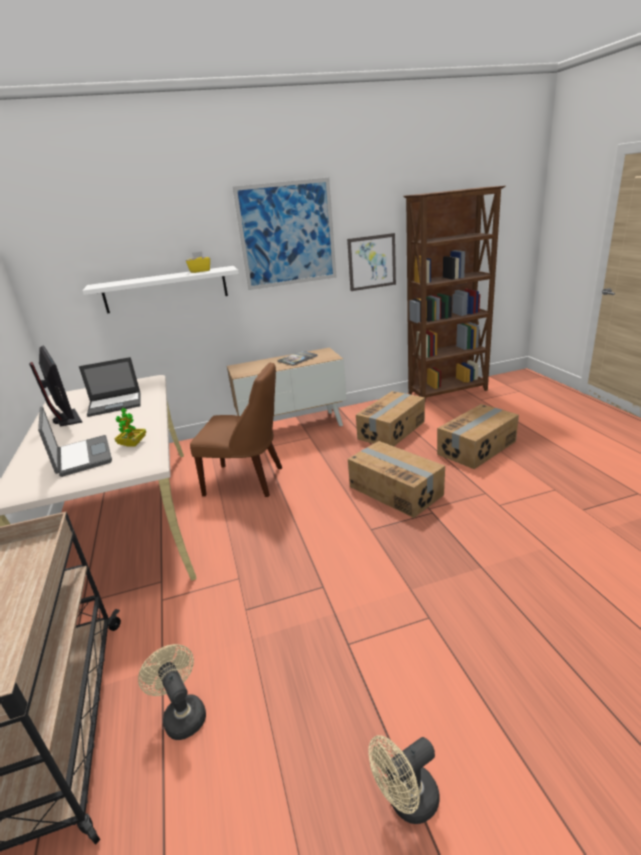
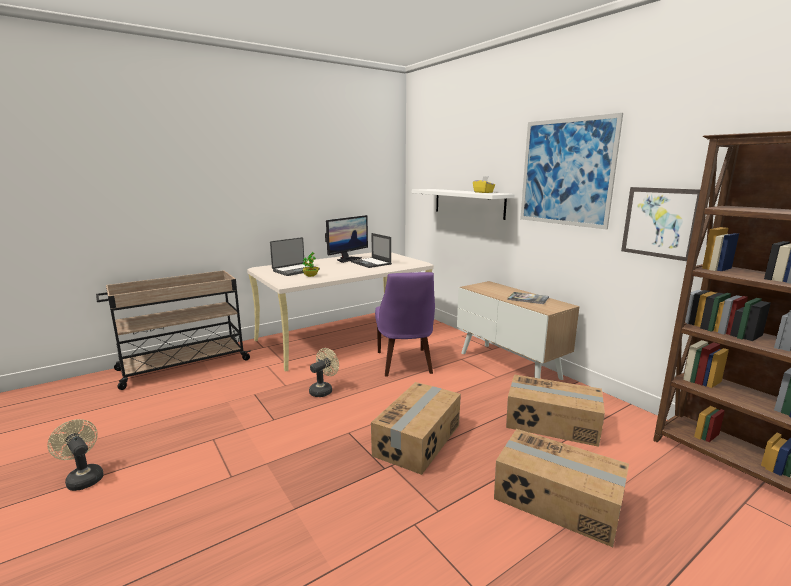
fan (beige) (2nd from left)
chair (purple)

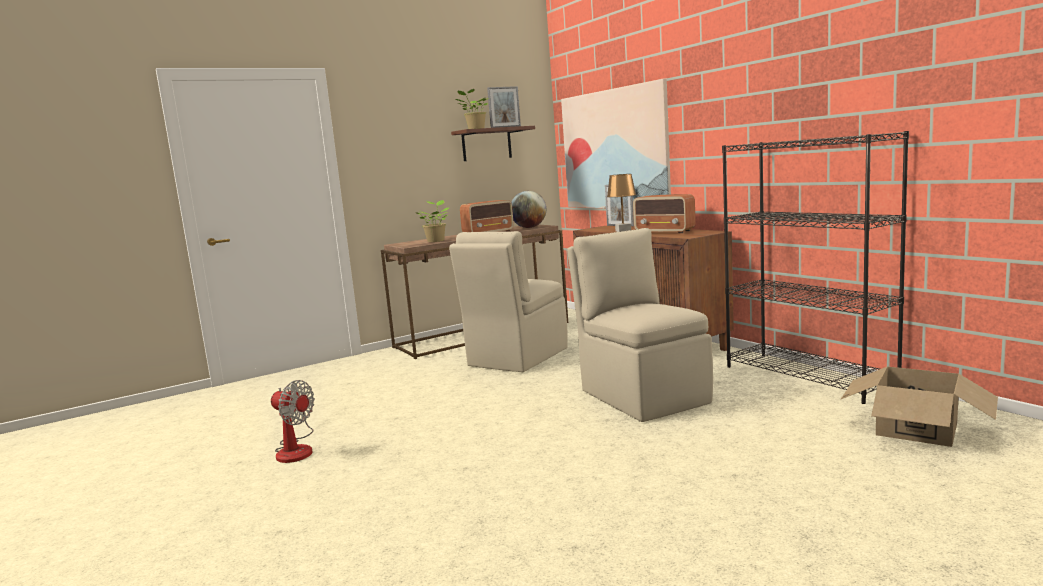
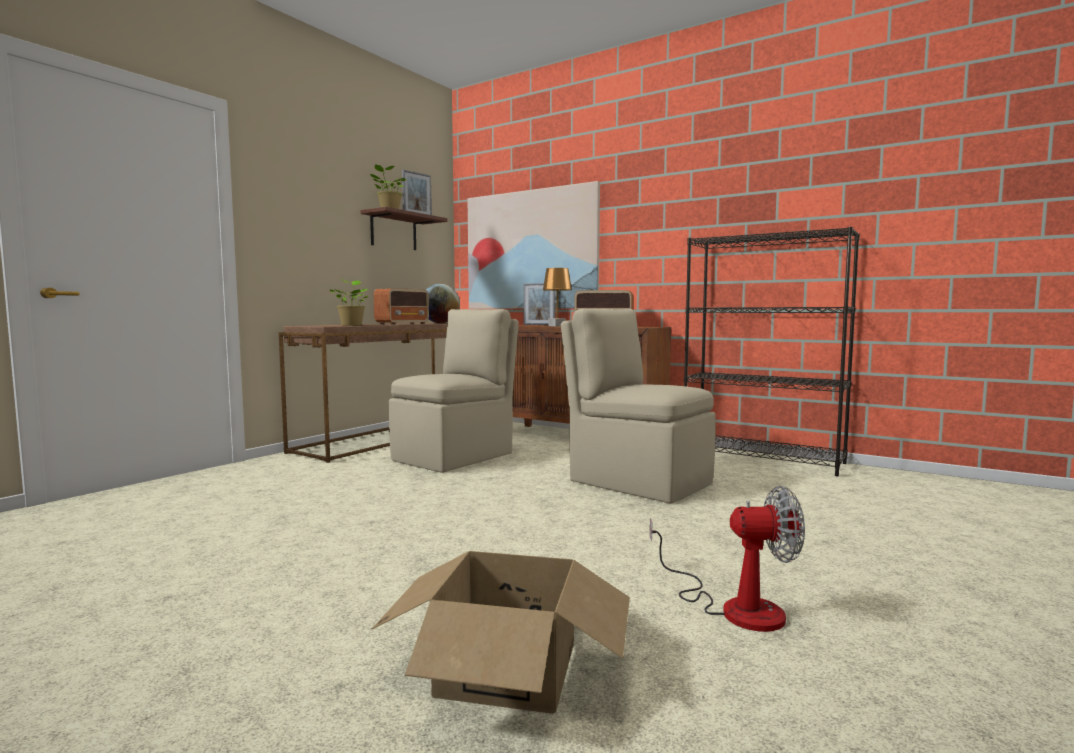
cardboard box
chair (beige) (1st from left)
fan

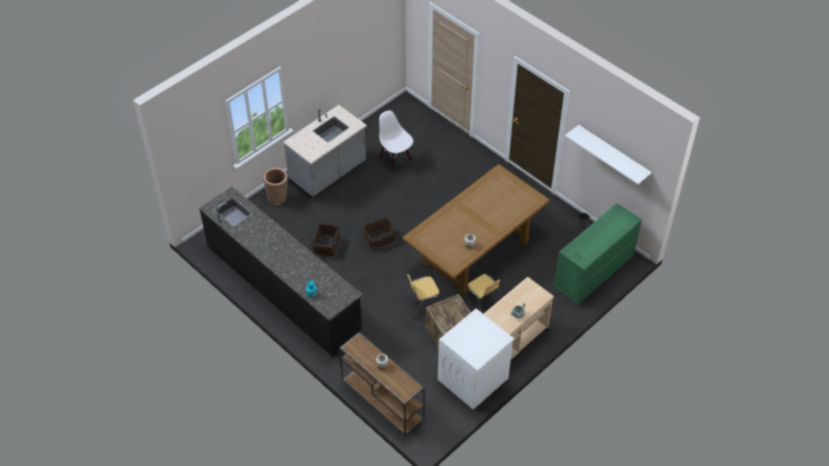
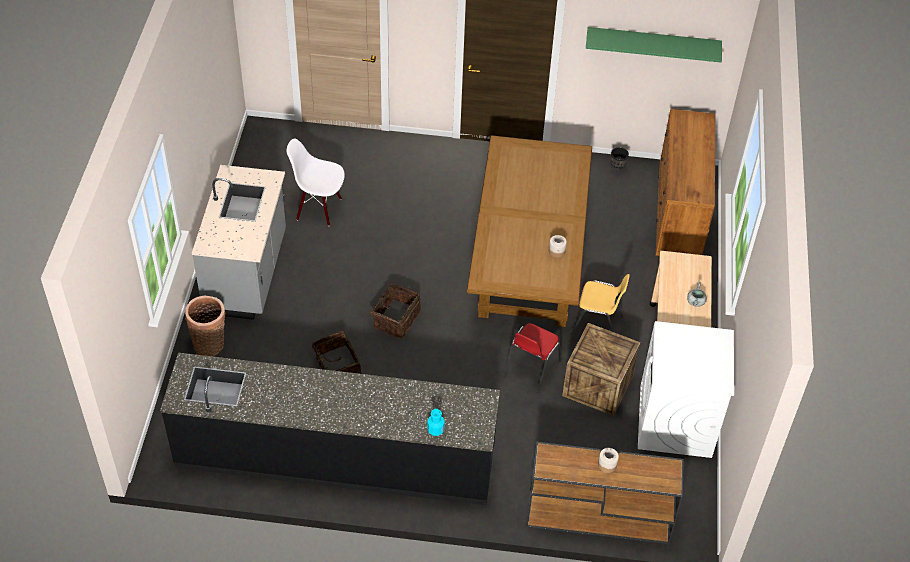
chair (red)
shelf (green)
dresser (brown)

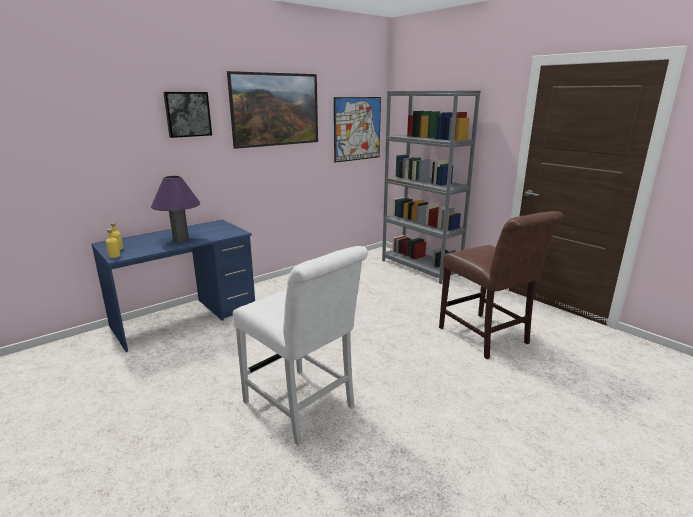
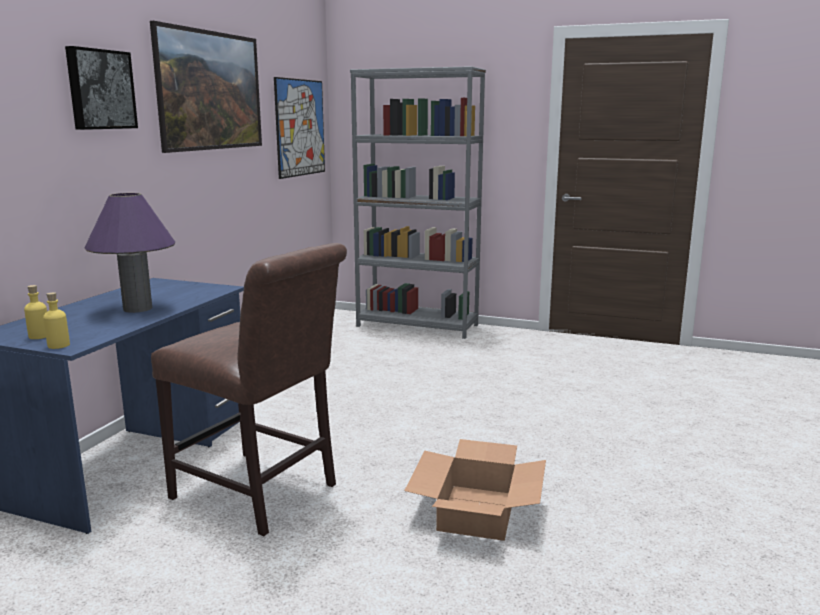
chair (brown)
cardboard box

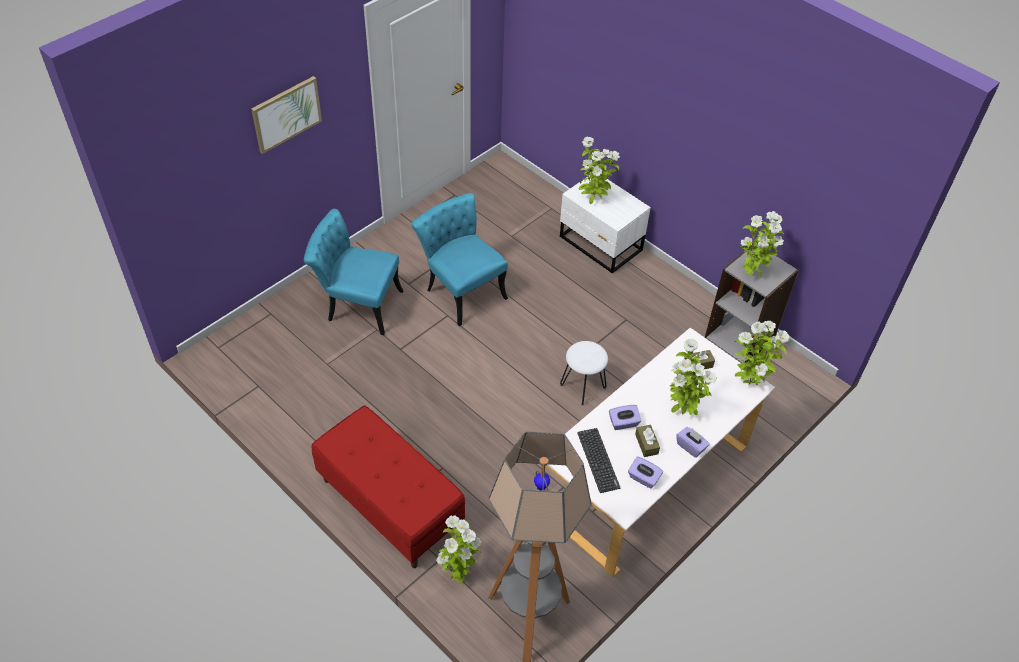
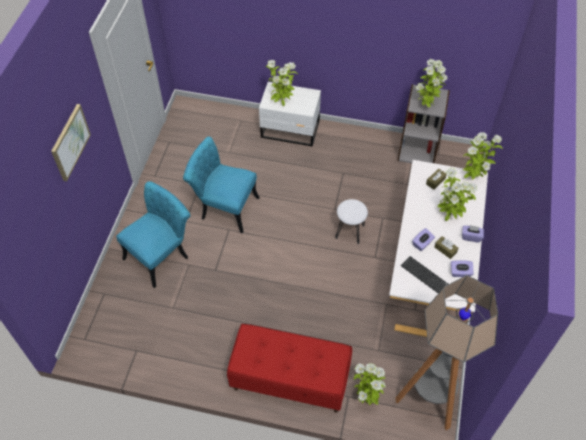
chair (turquoise) (1st from left)

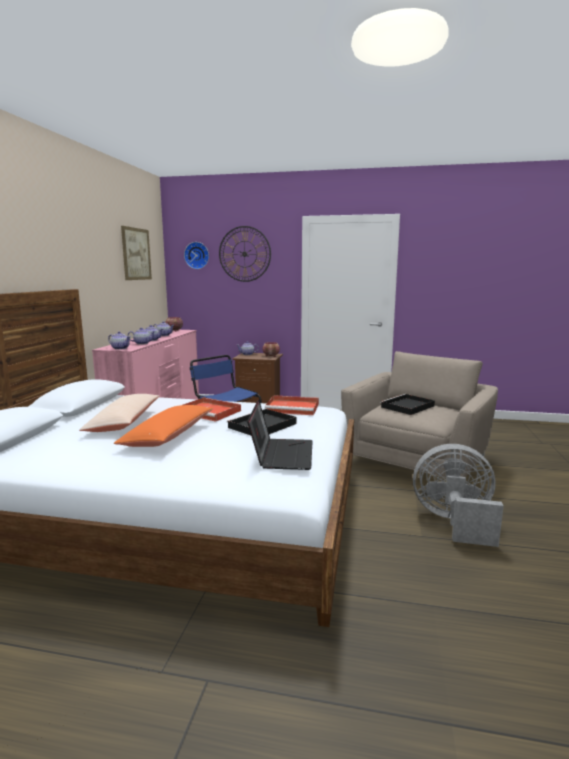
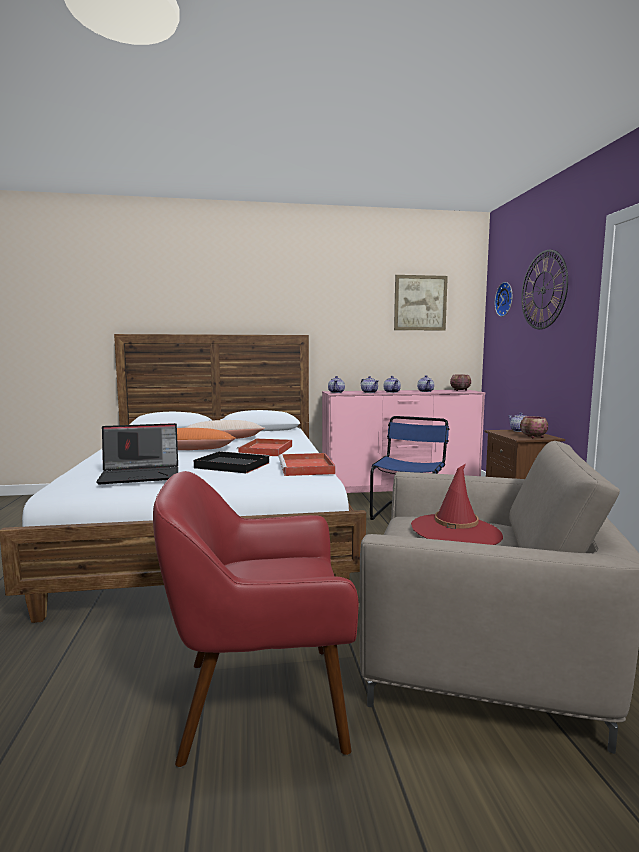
armchair (red)
hat (red)

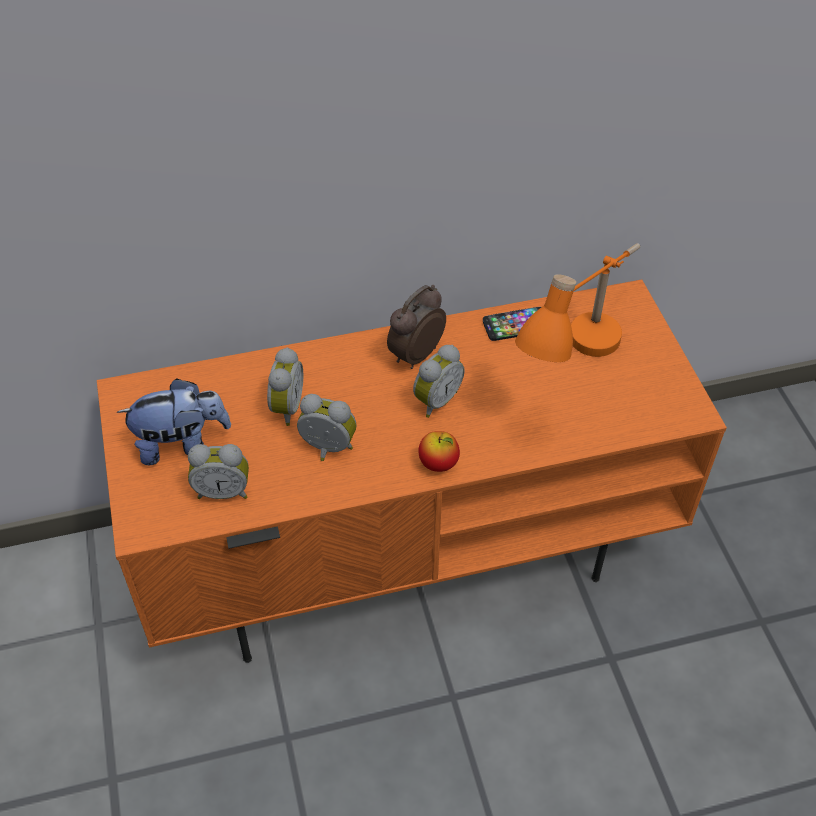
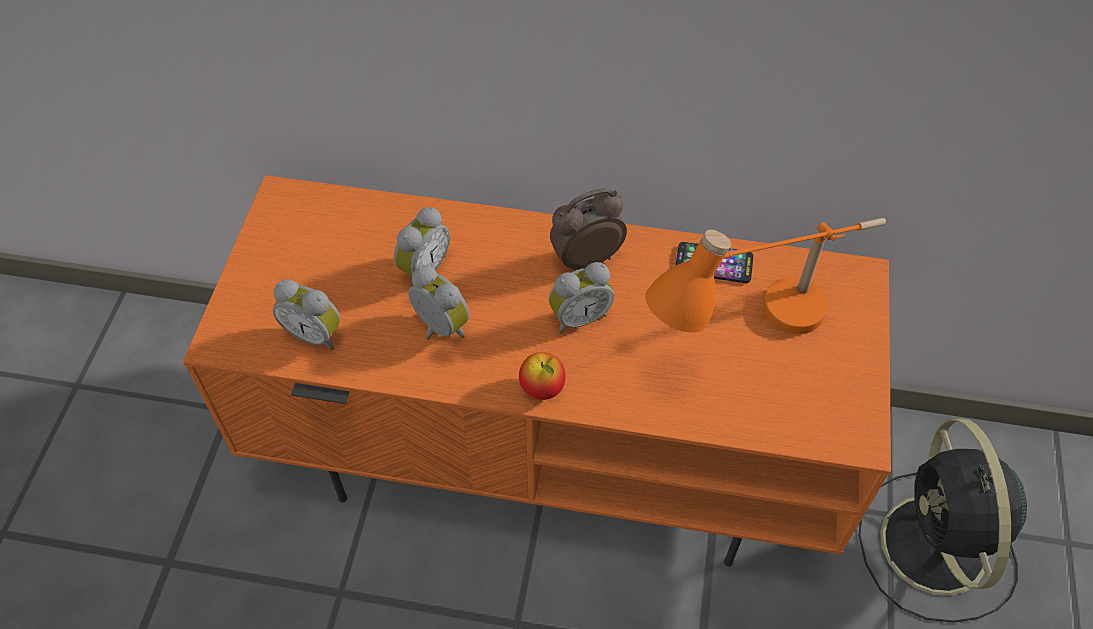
fan (black)
plush toy

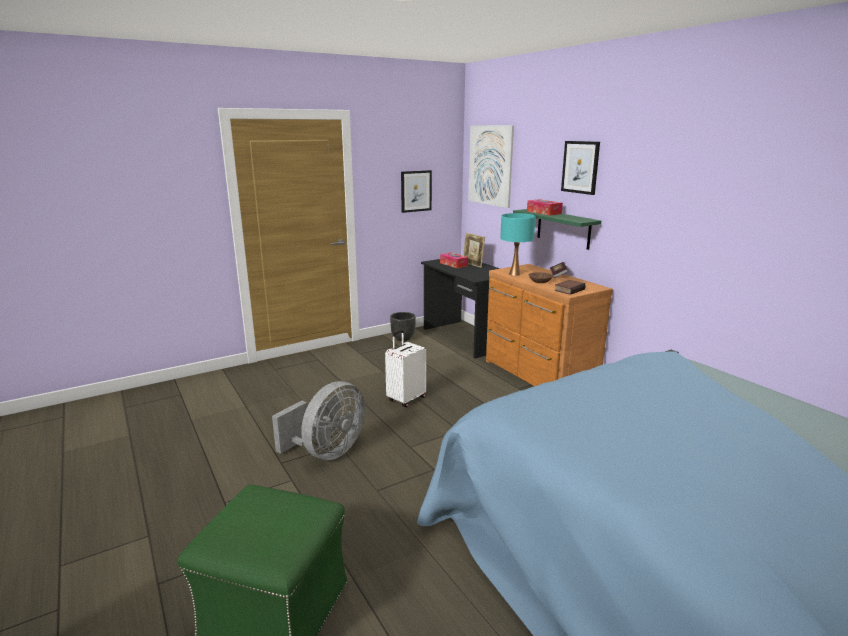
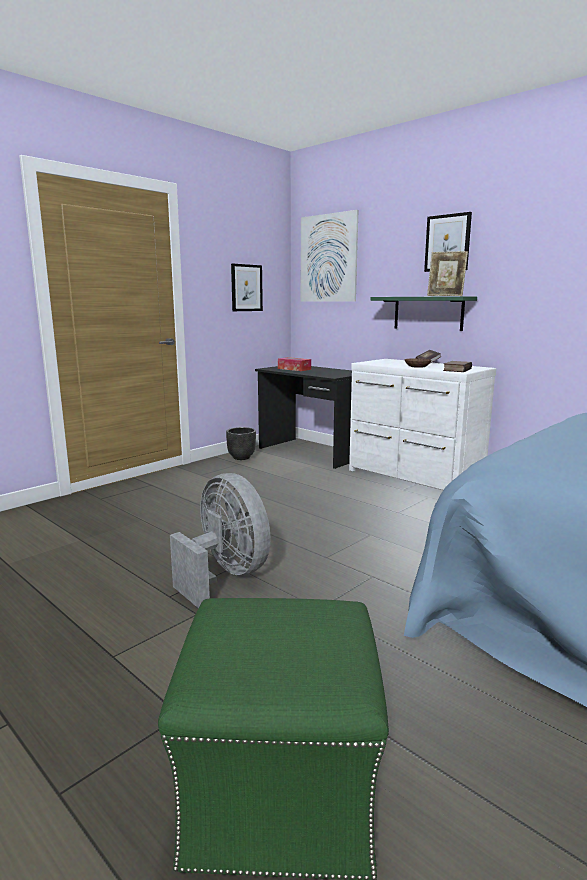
fan (grey)
dresser (white)
picture frame
suitcase (white)
table lamp (turquoise)
tissue box (2nd from left in the first image)

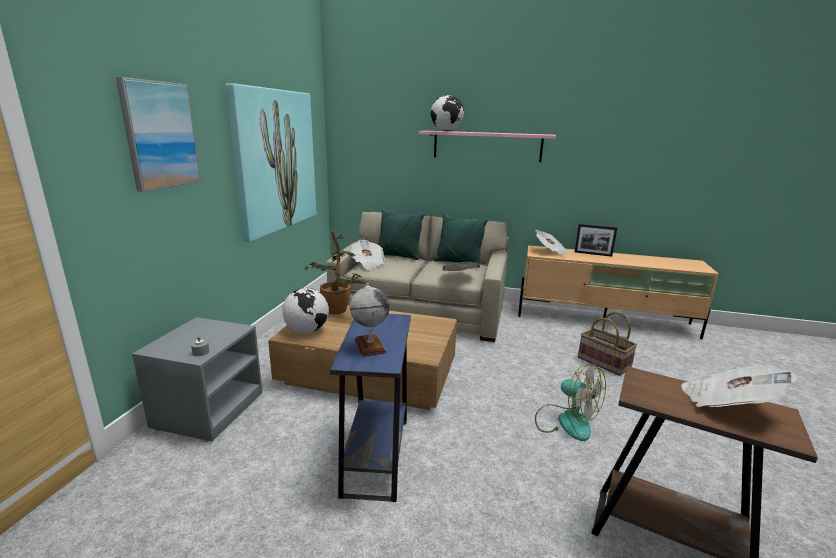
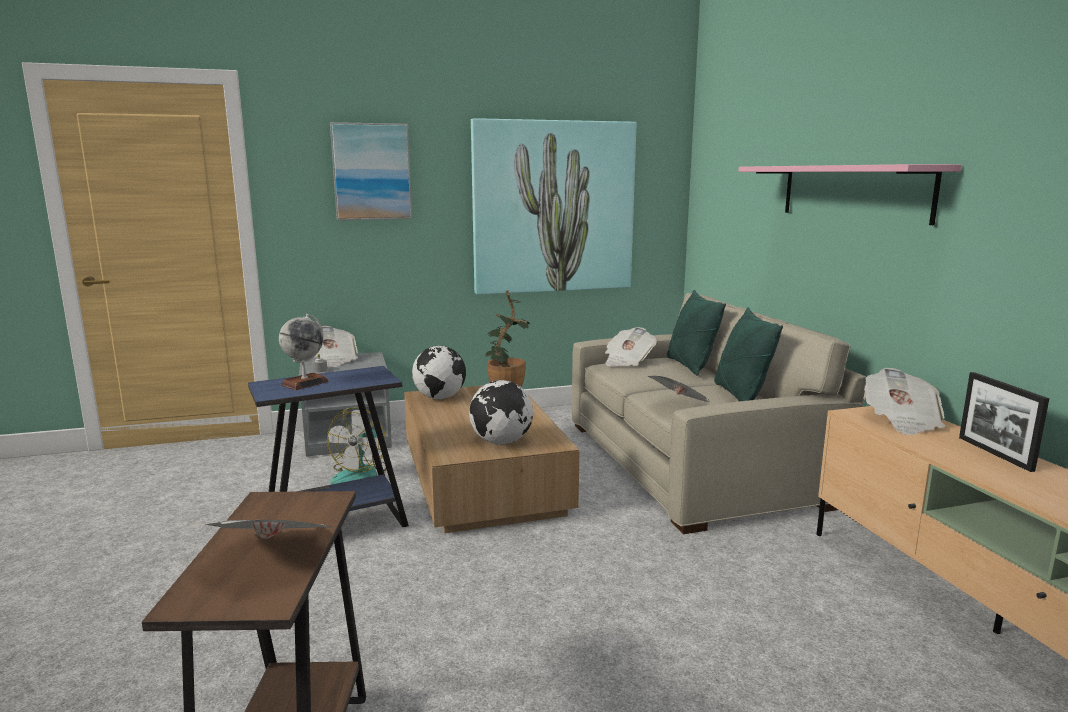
newspaper (2nd from left)
fan
globe (3rd from left)
basket

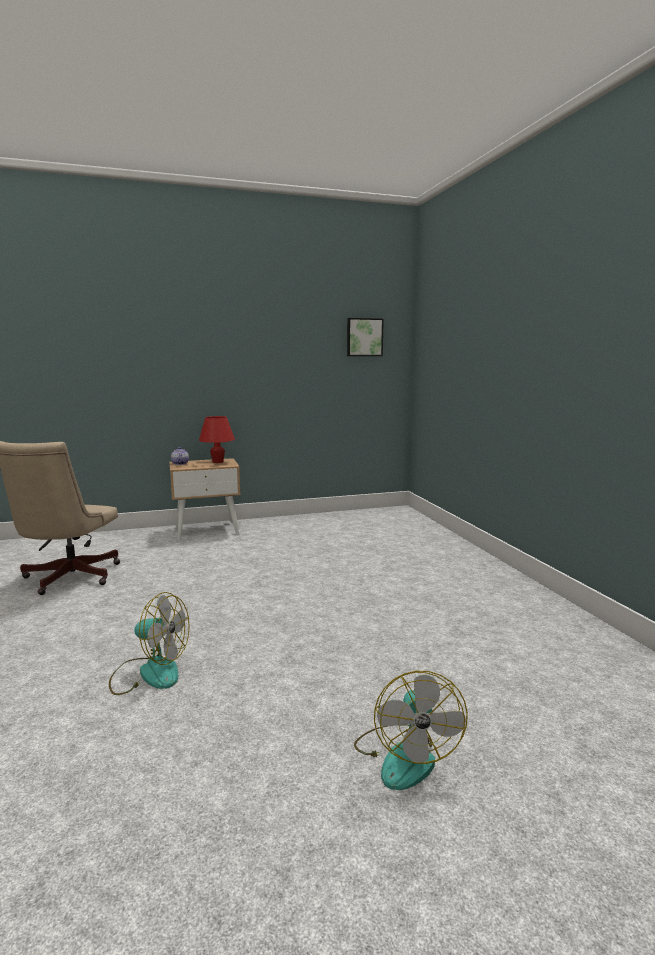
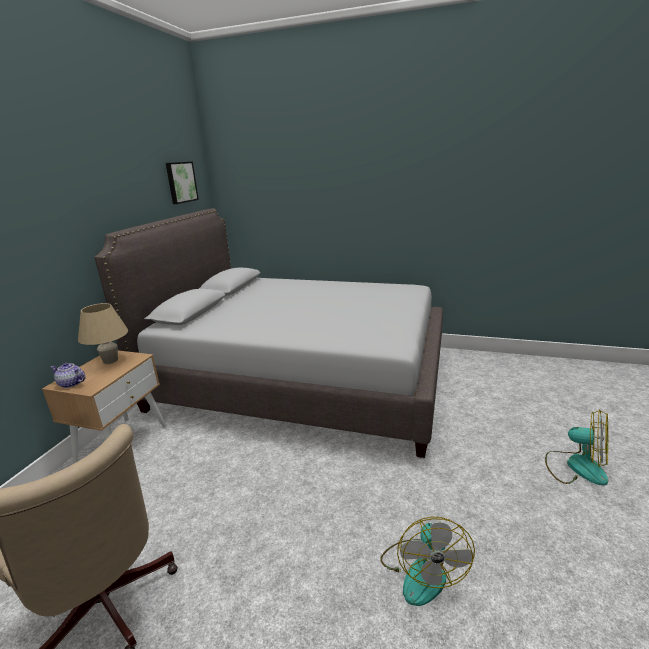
table lamp (beige)
bed (grey)
fan (1st from left)

